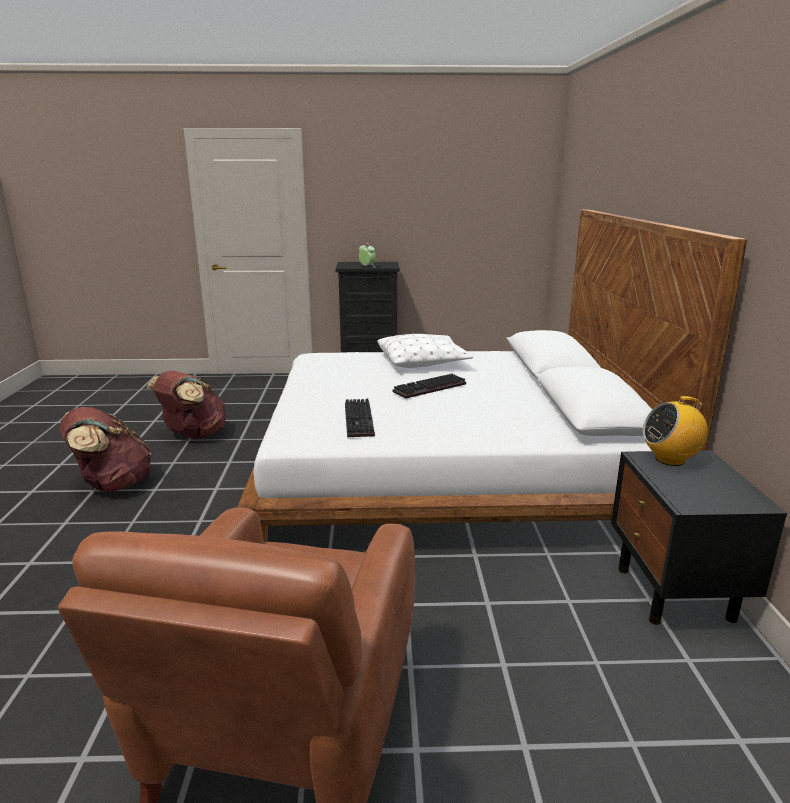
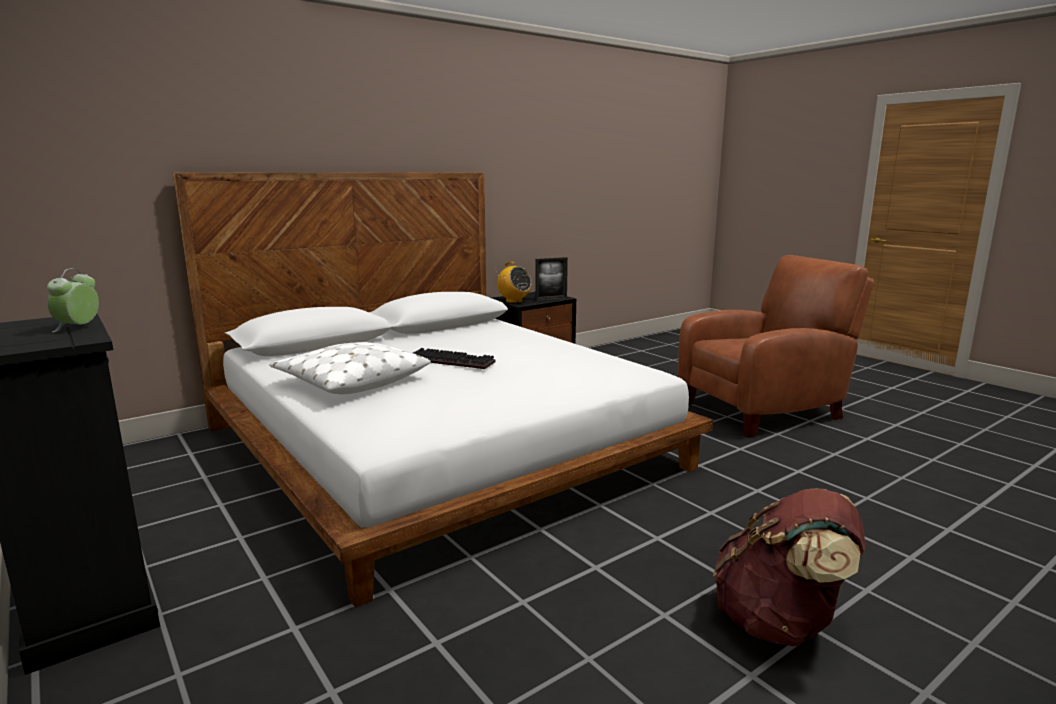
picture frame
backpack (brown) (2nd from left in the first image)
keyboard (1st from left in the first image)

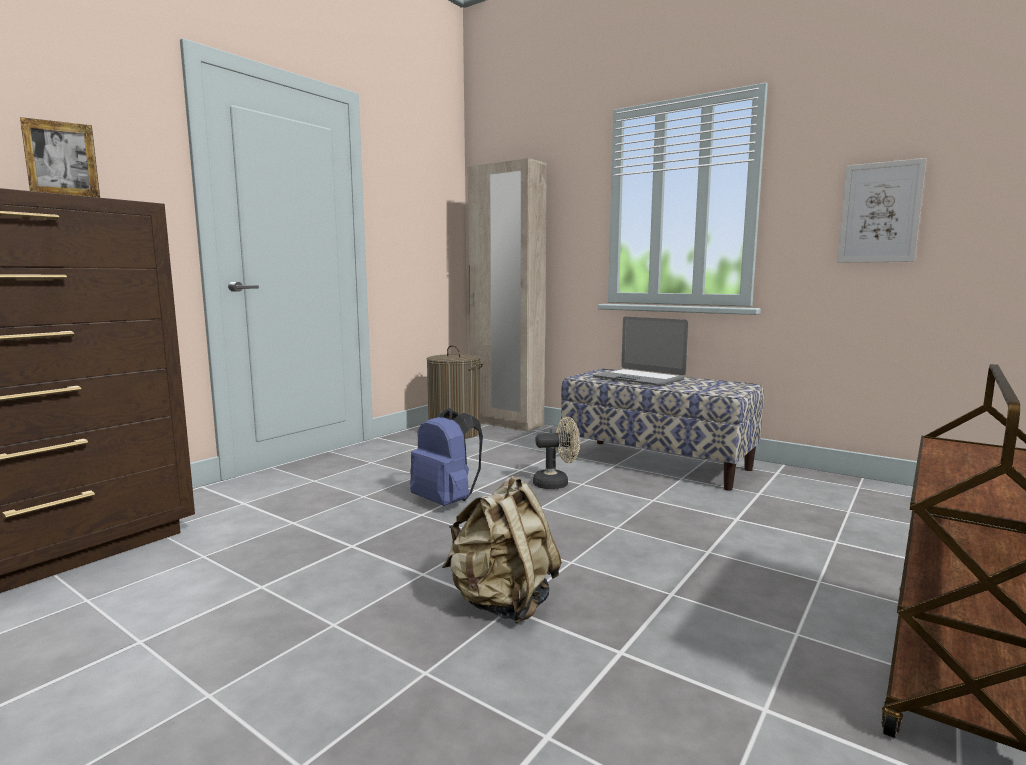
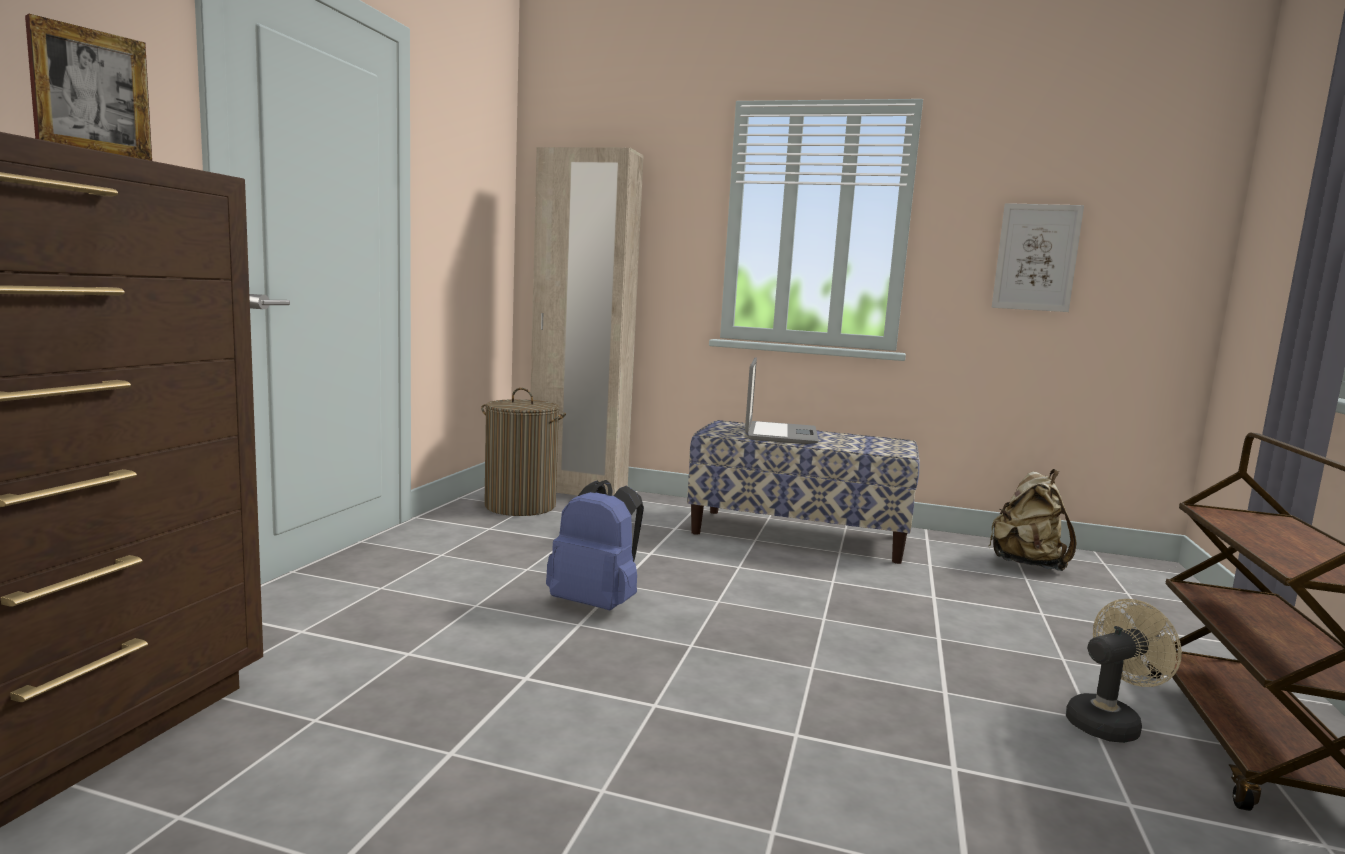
laptop
backpack (beige)
fan (beige)

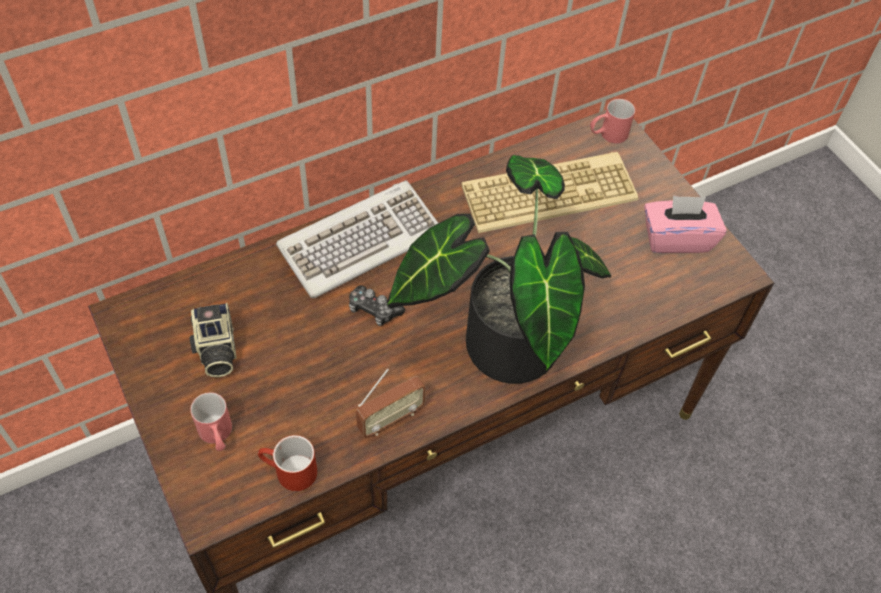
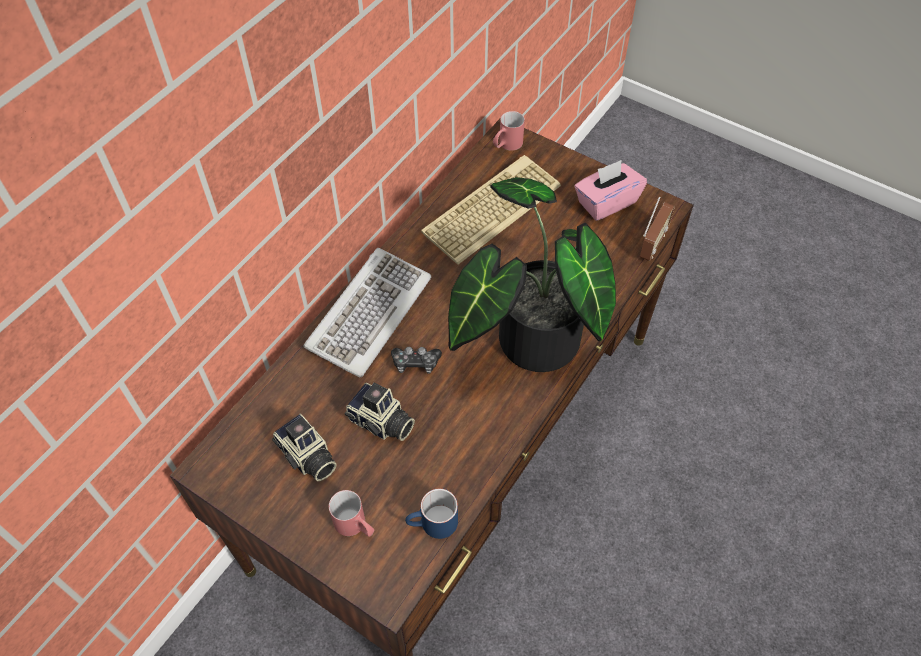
photo camera (2nd from left)
mug (blue)
radio

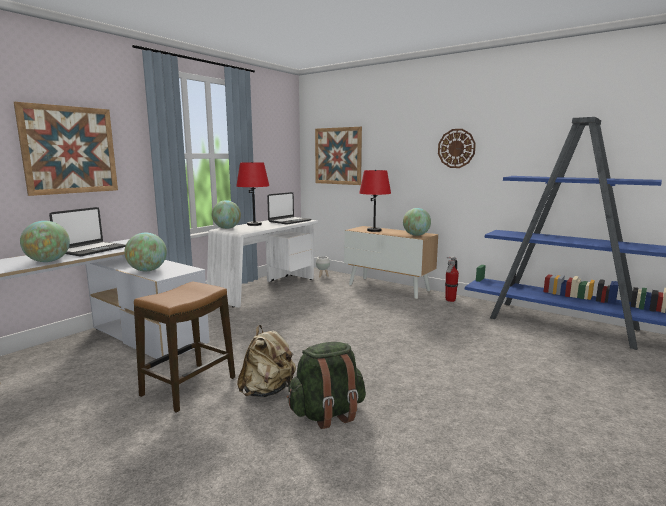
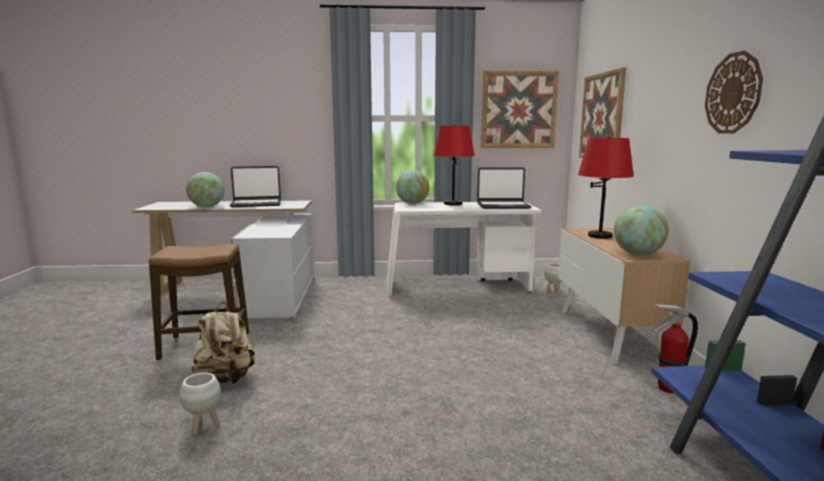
planter (white) (1st from left)
picture (1st from left)
globe (2nd from left in the first image)

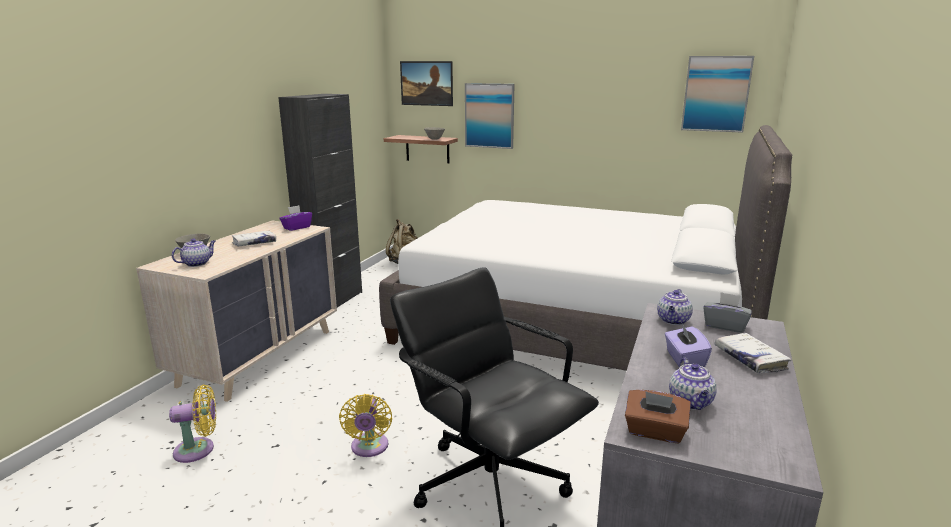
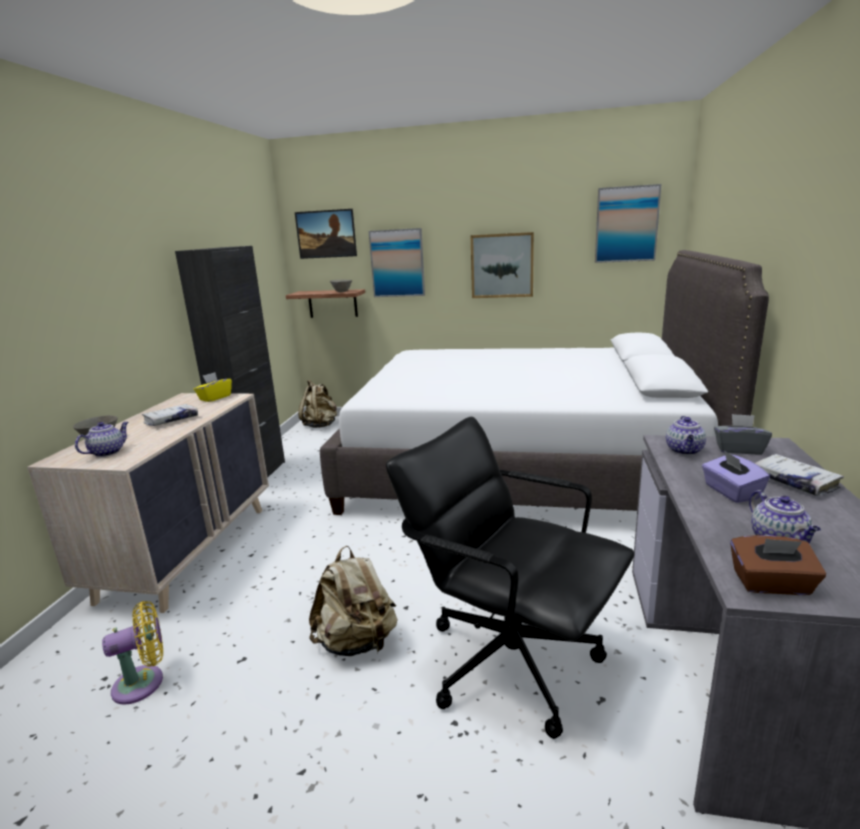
tissue box (yellow)
backpack (beige) (2nd from left)
picture (3rd from left)

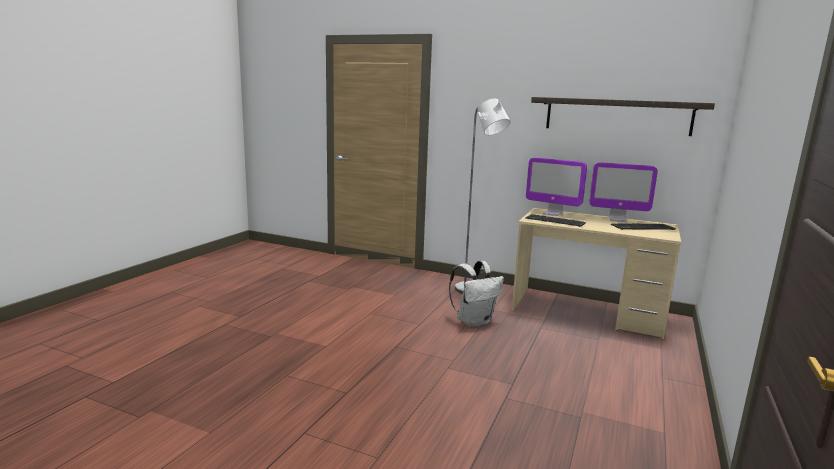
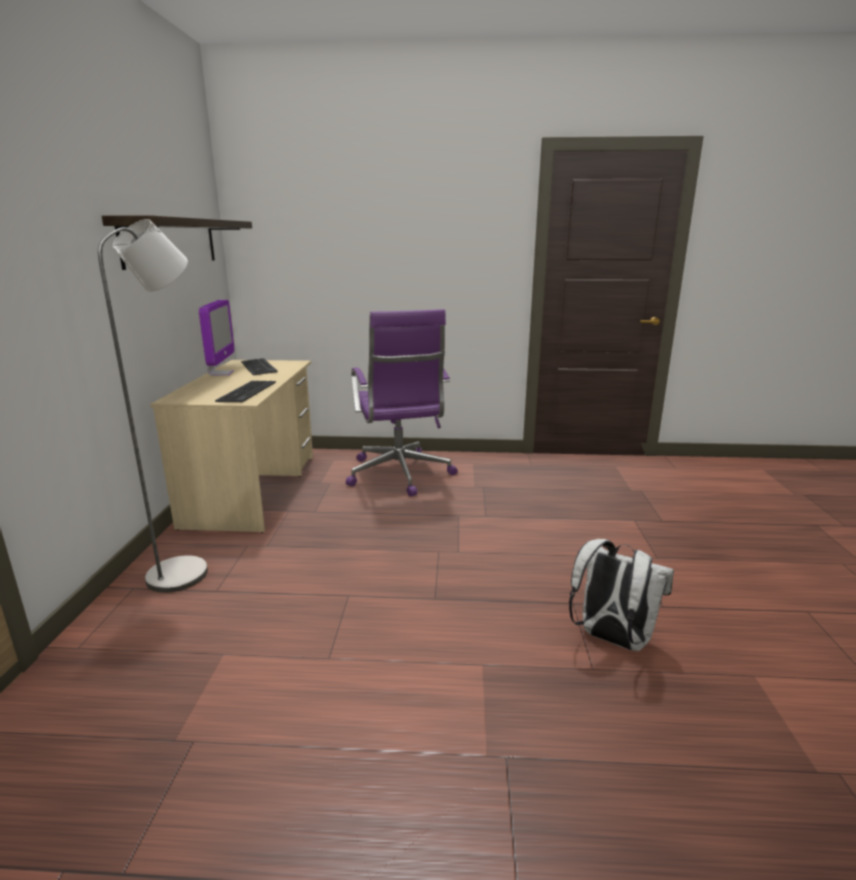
office chair (purple)
backpack (white)
monitor (1st from left in the first image)

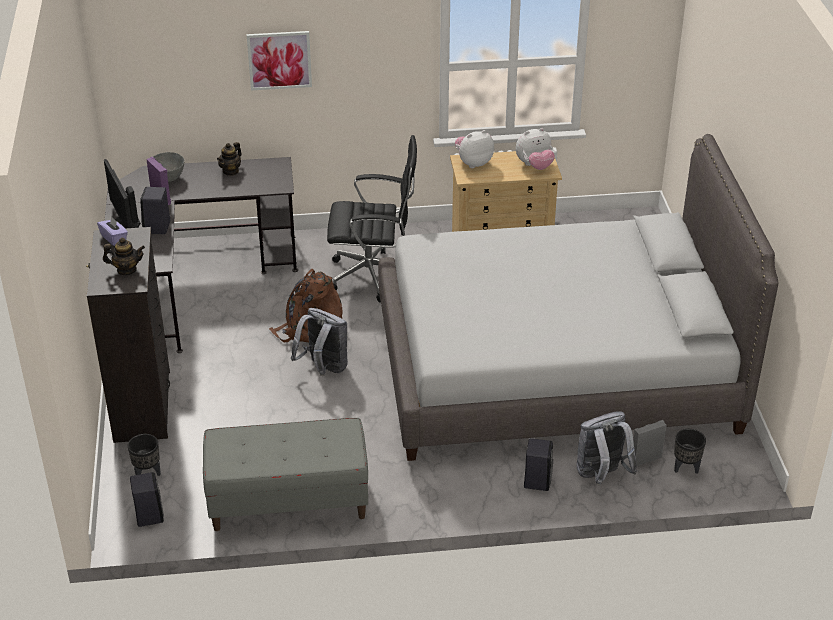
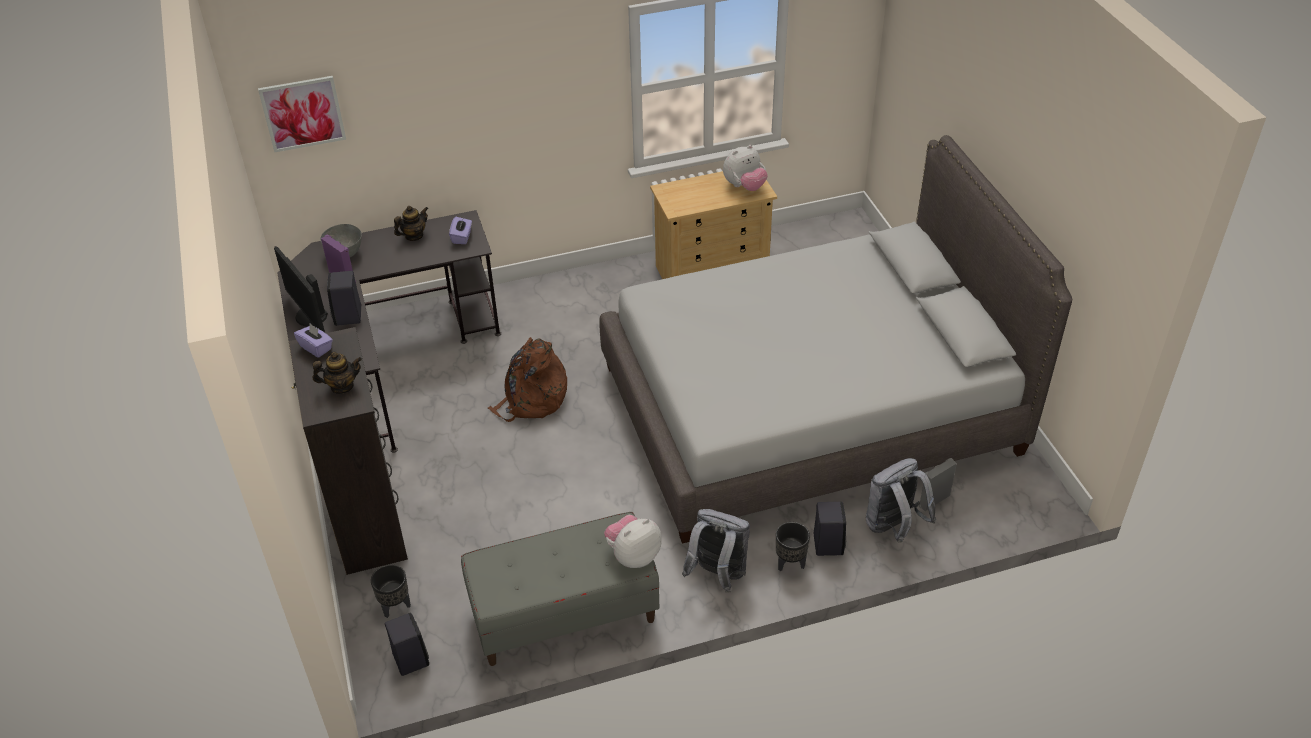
picture
teapot (2nd from left)
tissue box (purple) (2nd from left)
plush toy (1st from left)
backpack (grey) (1st from left)
planter (black) (2nd from left)
office chair (black)

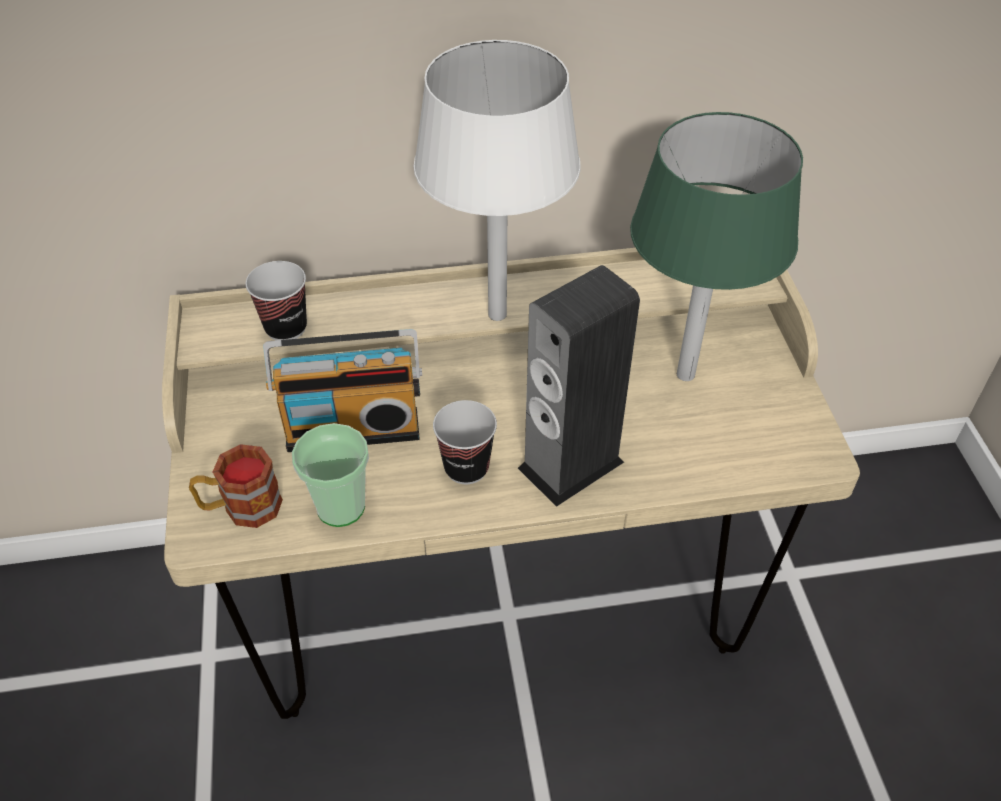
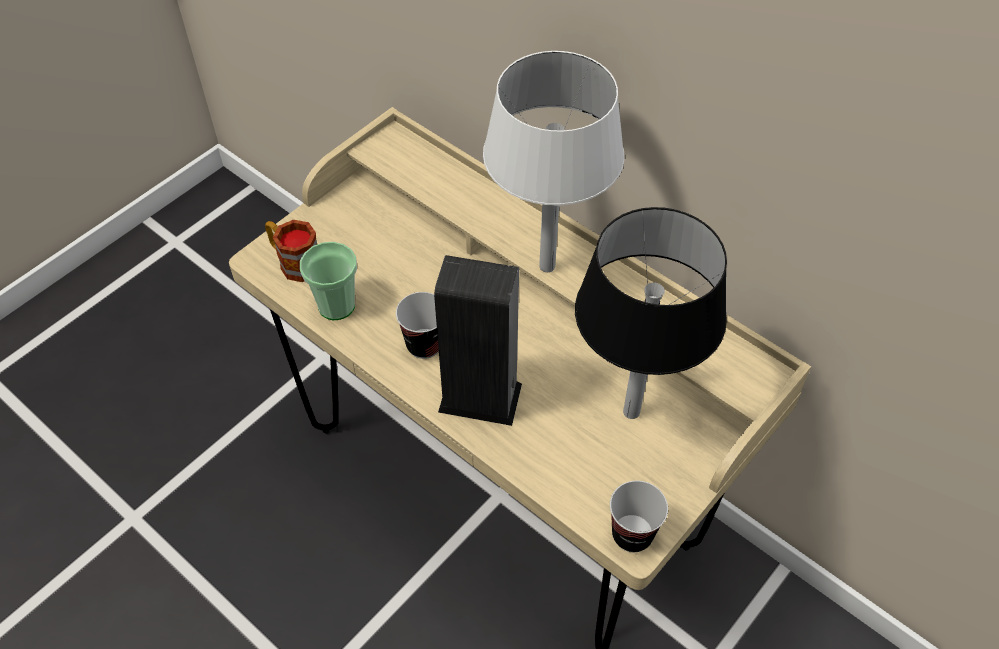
table lamp (black)
cup (3rd from left)
radio

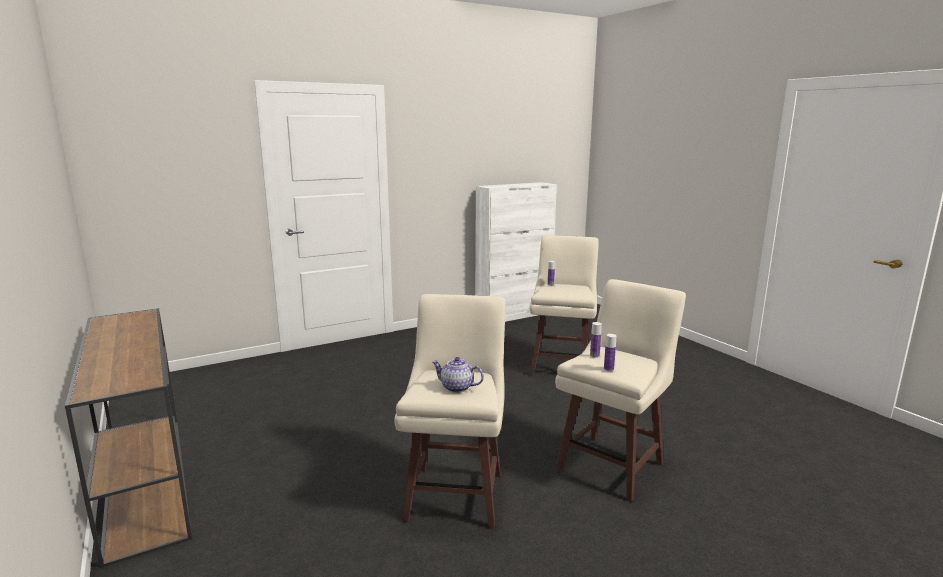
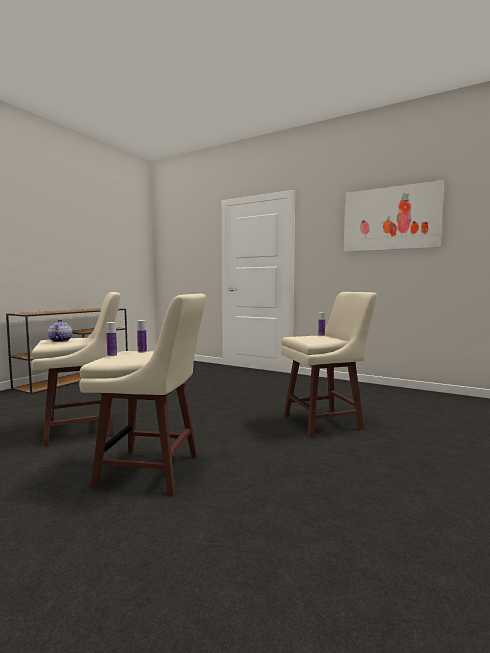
picture
cabinet (white)

